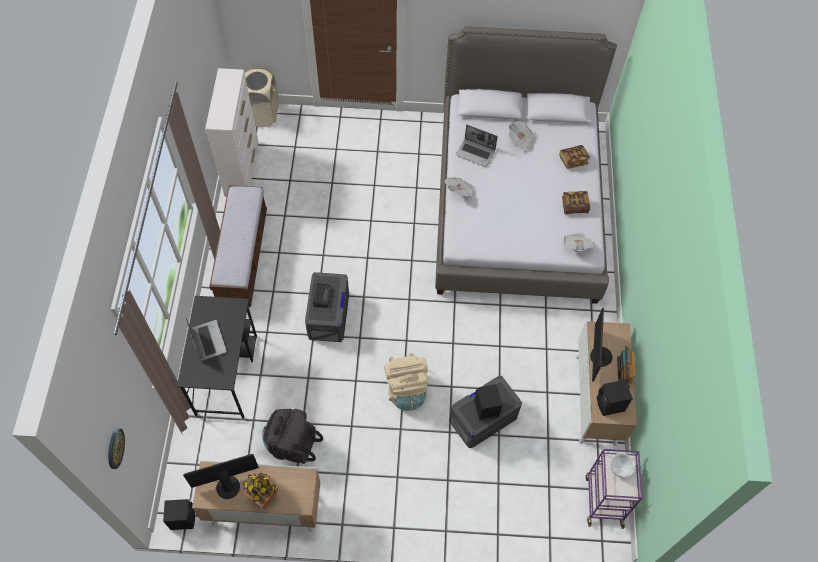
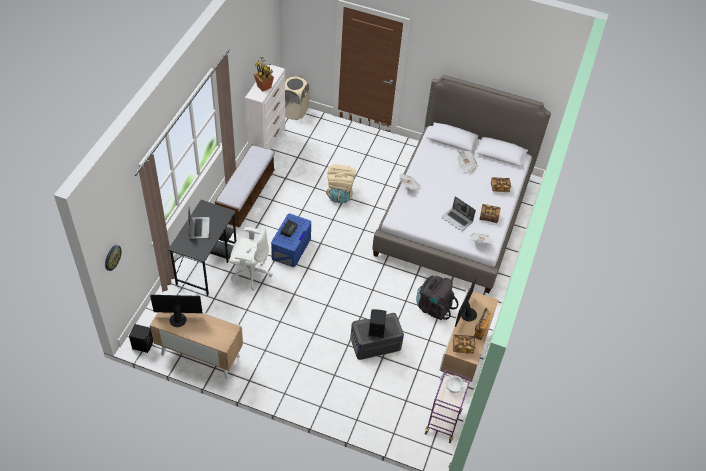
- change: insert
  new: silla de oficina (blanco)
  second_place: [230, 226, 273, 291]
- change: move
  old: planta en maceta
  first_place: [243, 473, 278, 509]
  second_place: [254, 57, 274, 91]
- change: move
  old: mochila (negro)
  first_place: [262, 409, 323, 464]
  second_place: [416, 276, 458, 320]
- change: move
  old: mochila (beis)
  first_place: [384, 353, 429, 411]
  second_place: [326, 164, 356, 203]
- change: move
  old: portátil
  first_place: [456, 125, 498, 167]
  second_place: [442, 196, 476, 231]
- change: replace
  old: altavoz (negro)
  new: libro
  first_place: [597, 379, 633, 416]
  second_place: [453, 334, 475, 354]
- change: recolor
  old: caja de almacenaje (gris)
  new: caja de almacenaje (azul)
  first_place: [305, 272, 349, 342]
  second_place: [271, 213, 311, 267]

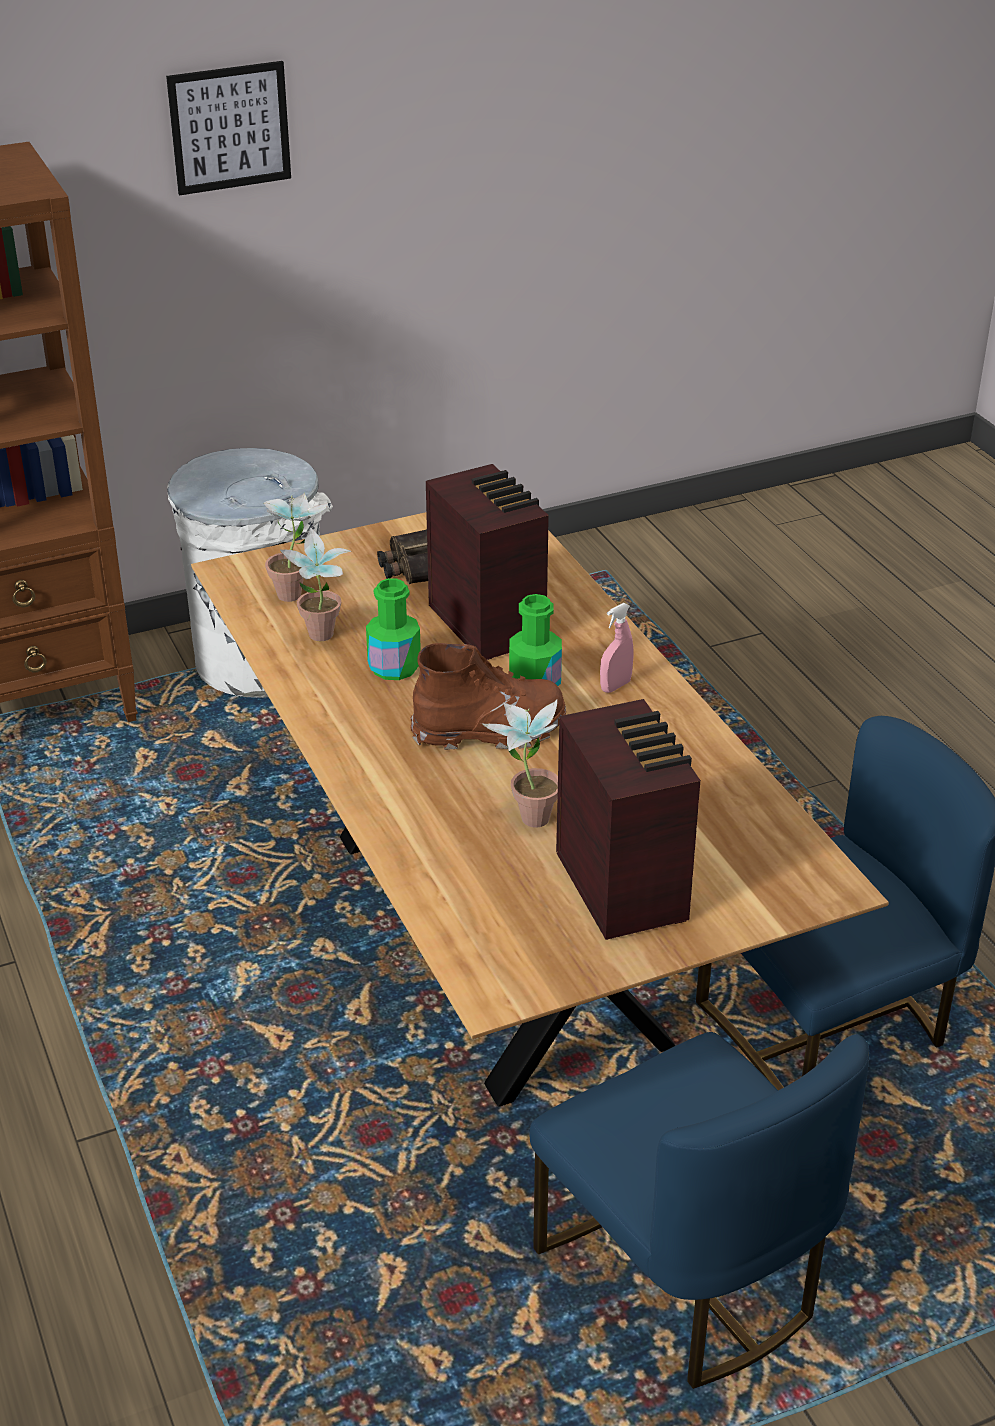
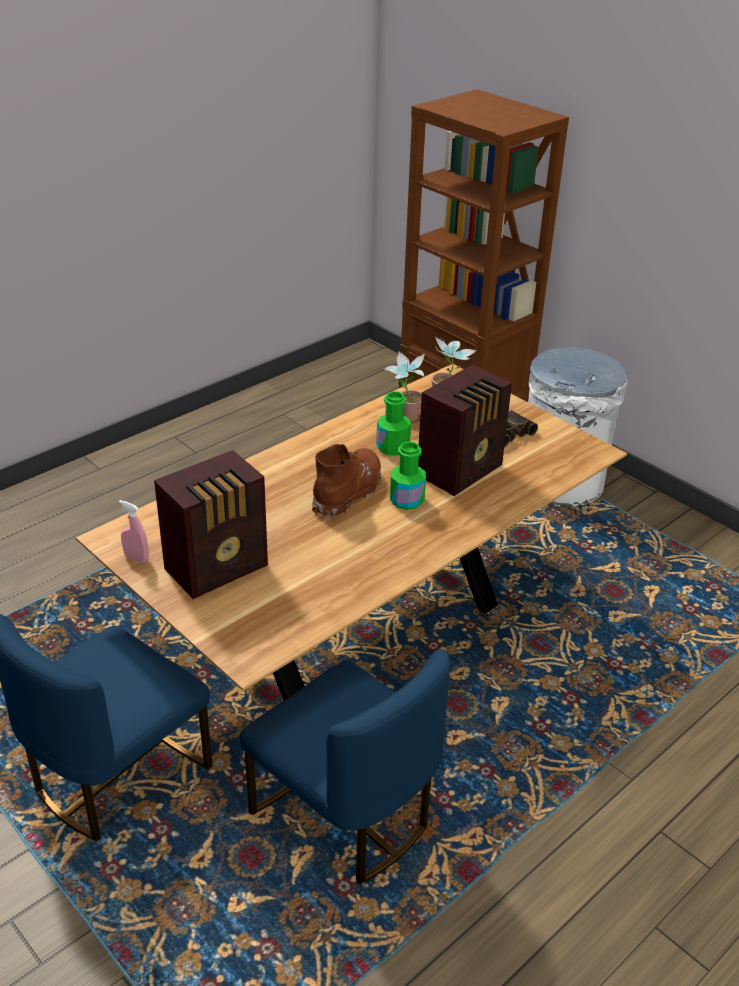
- change: delete
  old: cuadro
  first_place: [166, 61, 291, 195]
- change: delete
  old: planta en maceta
  first_place: [481, 700, 558, 828]
- change: move
  old: pulverizador (rosa)
  first_place: [600, 603, 634, 693]
  second_place: [119, 500, 149, 563]
- change: rotate
  old: bota (marrón)
  first_place: [410, 643, 566, 750]
  second_place: [312, 444, 381, 519]
  degrees: -120

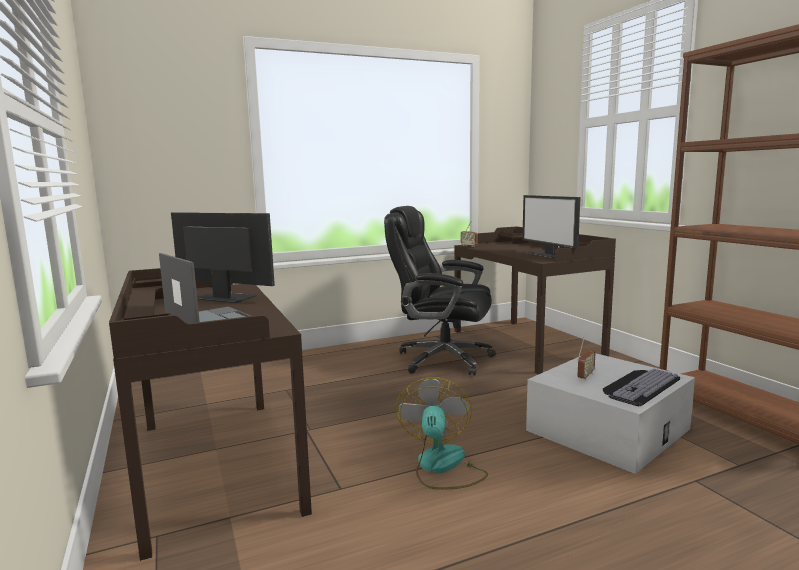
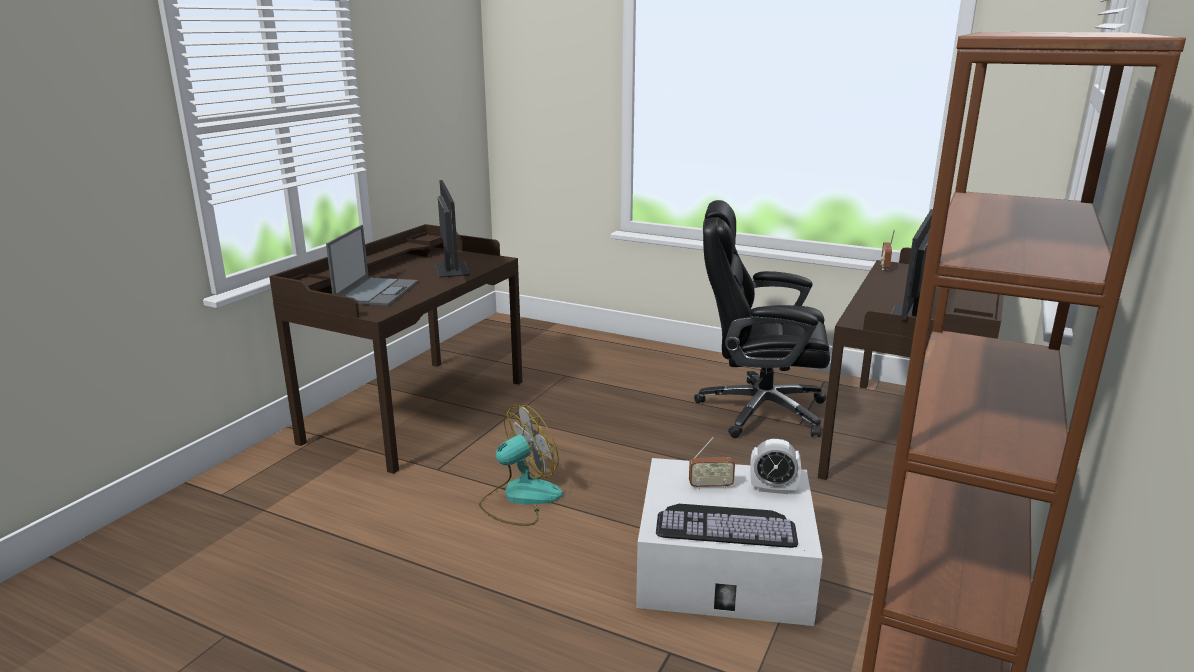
- change: insert
  new: despertador
  second_place: [750, 439, 801, 494]
- change: rotate
  old: silla de oficina (negro)
  first_place: [384, 206, 496, 376]
  second_place: [694, 200, 830, 438]
  degrees: -60

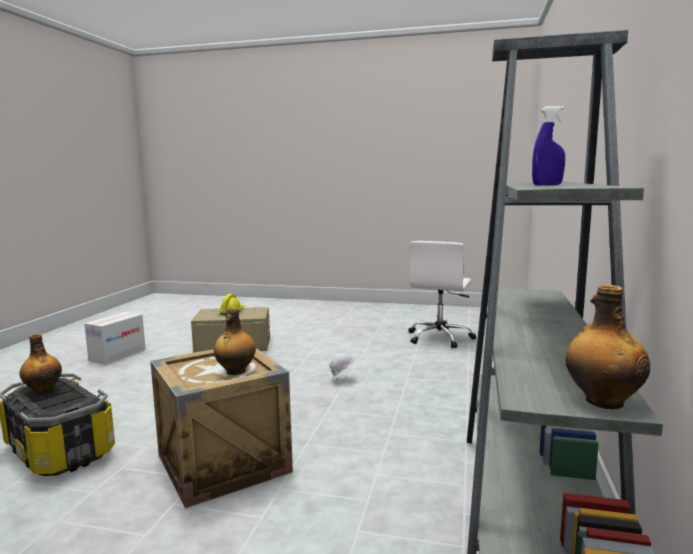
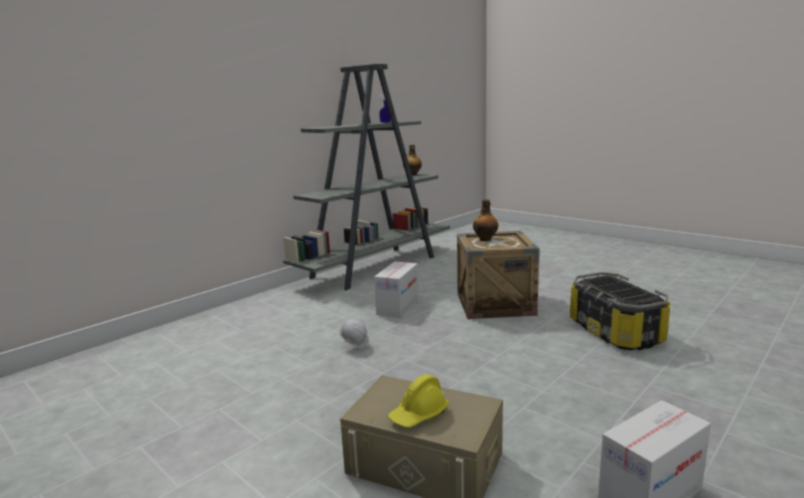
- change: delete
  old: botella
  first_place: [20, 334, 62, 394]
- change: delete
  old: silla de oficina (blanco)
  first_place: [408, 241, 476, 348]
- change: insert
  new: caja de cartón
  second_place: [374, 261, 419, 318]

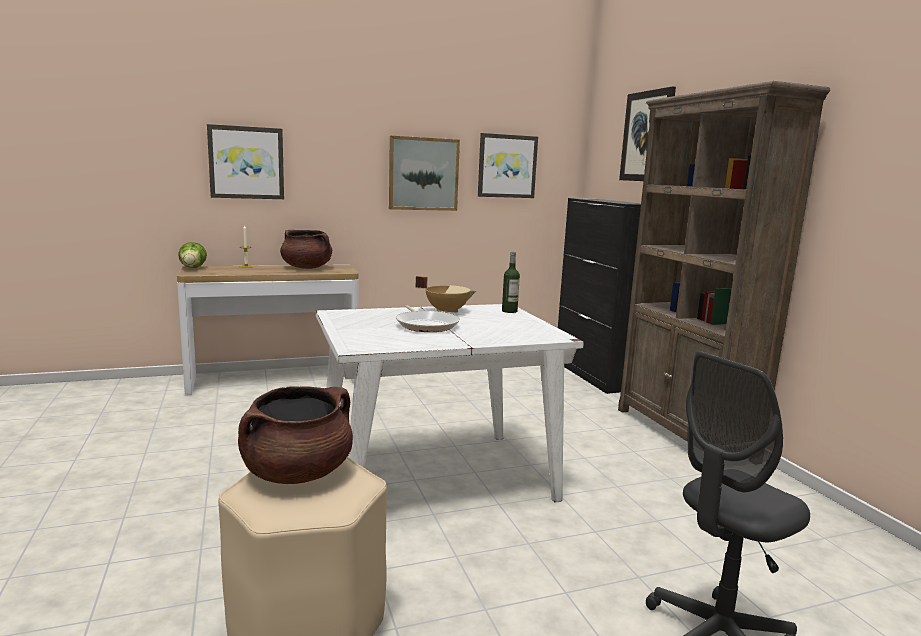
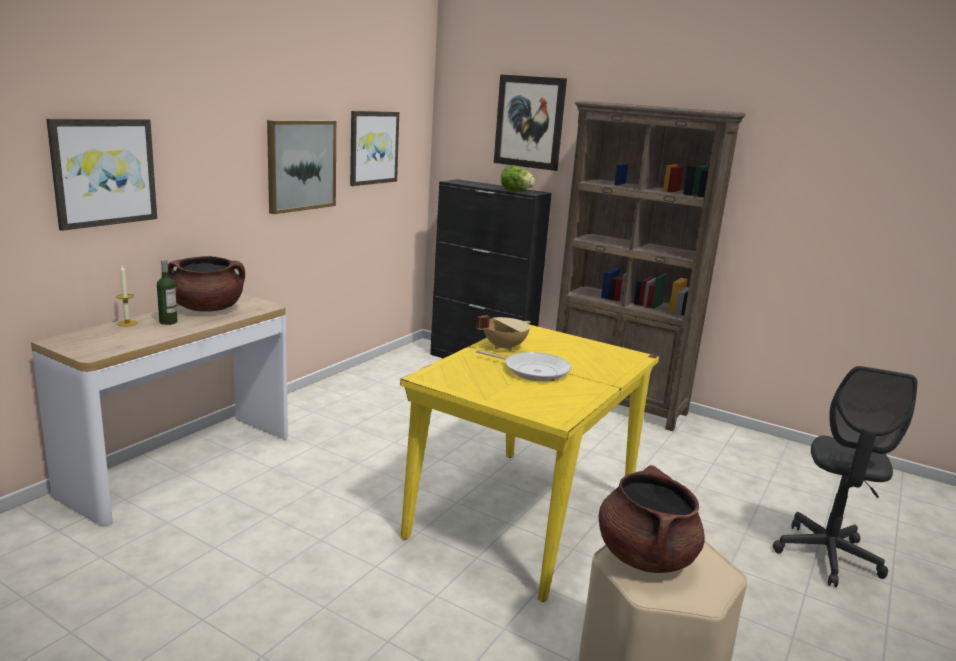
- change: move
  old: lechuga
  first_place: [178, 242, 207, 268]
  second_place: [501, 165, 536, 191]
- change: move
  old: botella
  first_place: [502, 252, 520, 313]
  second_place: [157, 260, 178, 325]
- change: recolor
  old: mesa de comedor (blanco)
  new: mesa de comedor (amarillo)
  first_place: [316, 304, 584, 502]
  second_place: [400, 325, 659, 602]

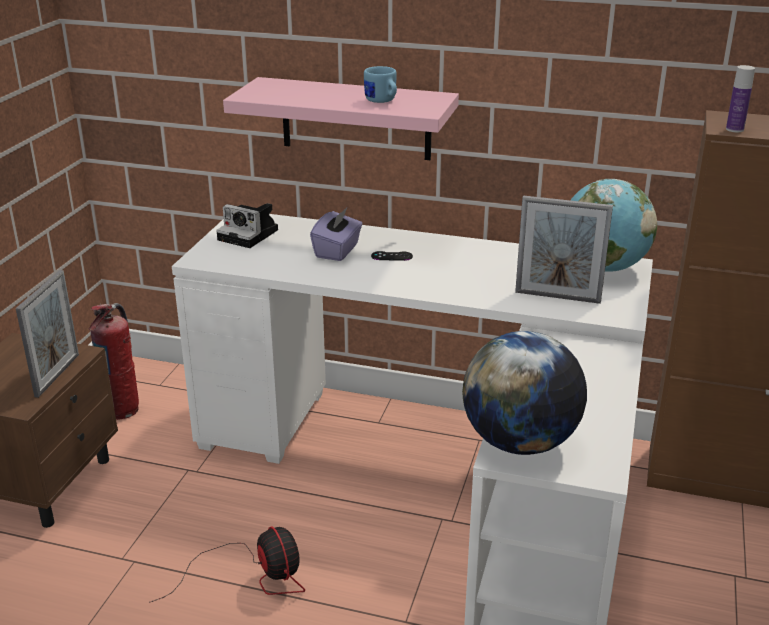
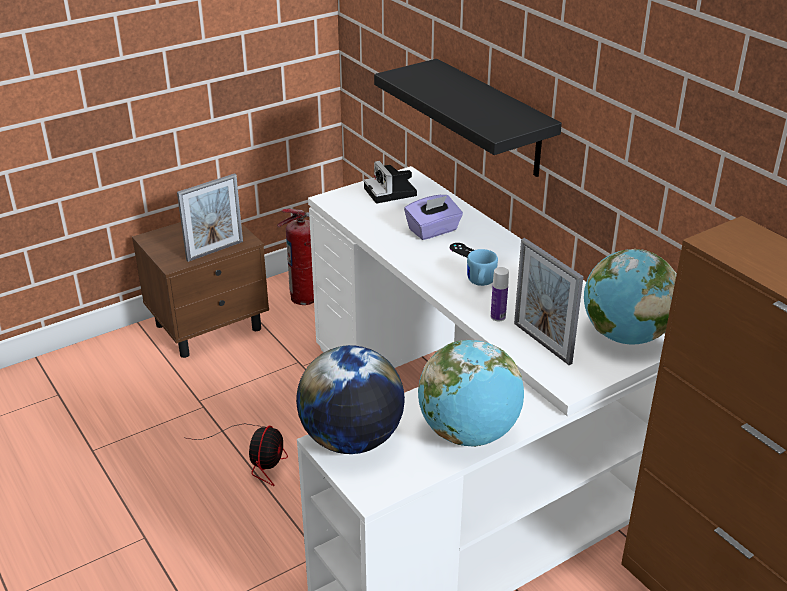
- change: insert
  new: globo terráqueo
  second_place: [418, 340, 524, 447]
- change: move
  old: taza grande (azul)
  first_place: [364, 66, 397, 103]
  second_place: [467, 249, 498, 286]
- change: move
  old: botella
  first_place: [726, 65, 755, 132]
  second_place: [491, 267, 509, 321]
- change: recolor
  old: estante (rosa)
  new: estante (negro)
  first_place: [223, 77, 459, 160]
  second_place: [374, 59, 562, 177]

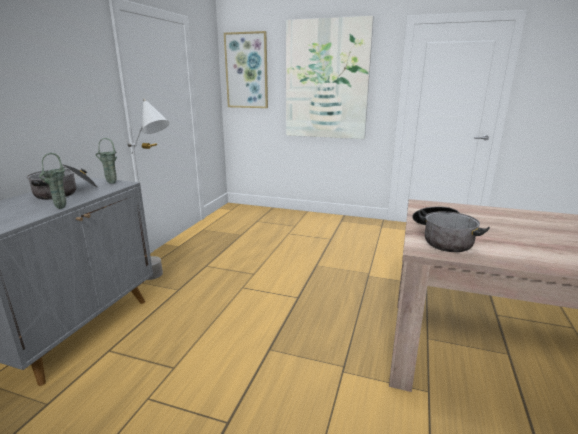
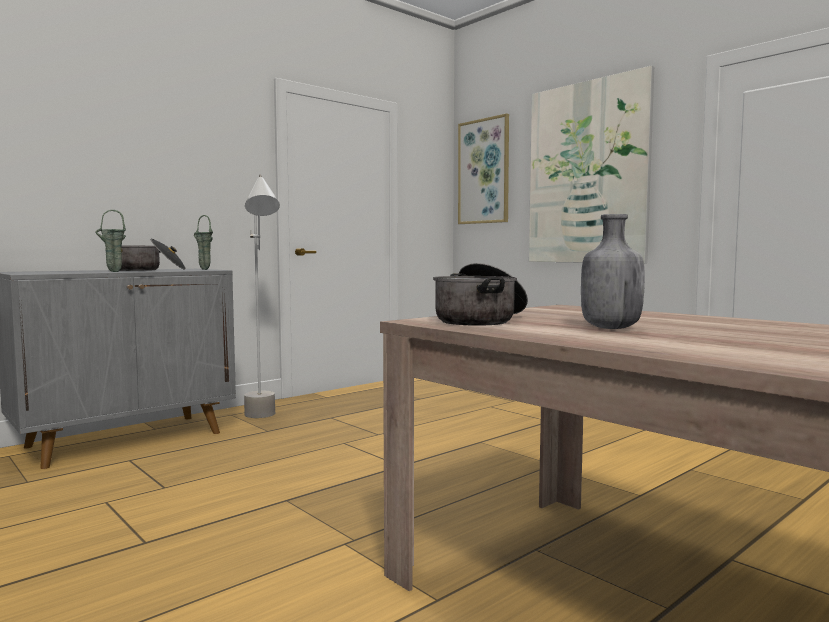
- change: insert
  new: botella (gris)
  second_place: [581, 214, 645, 329]

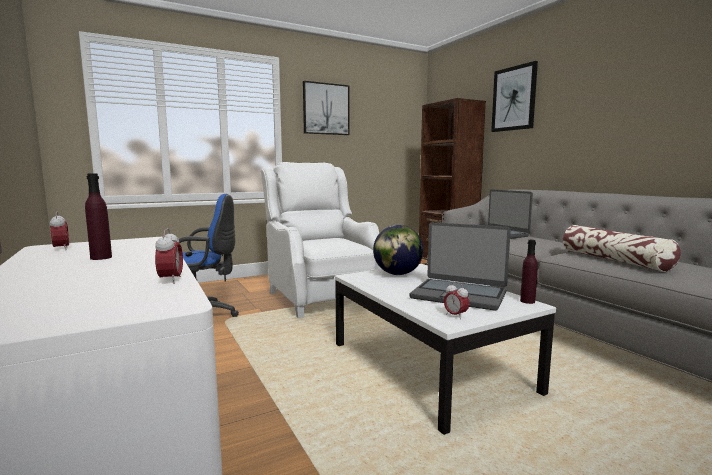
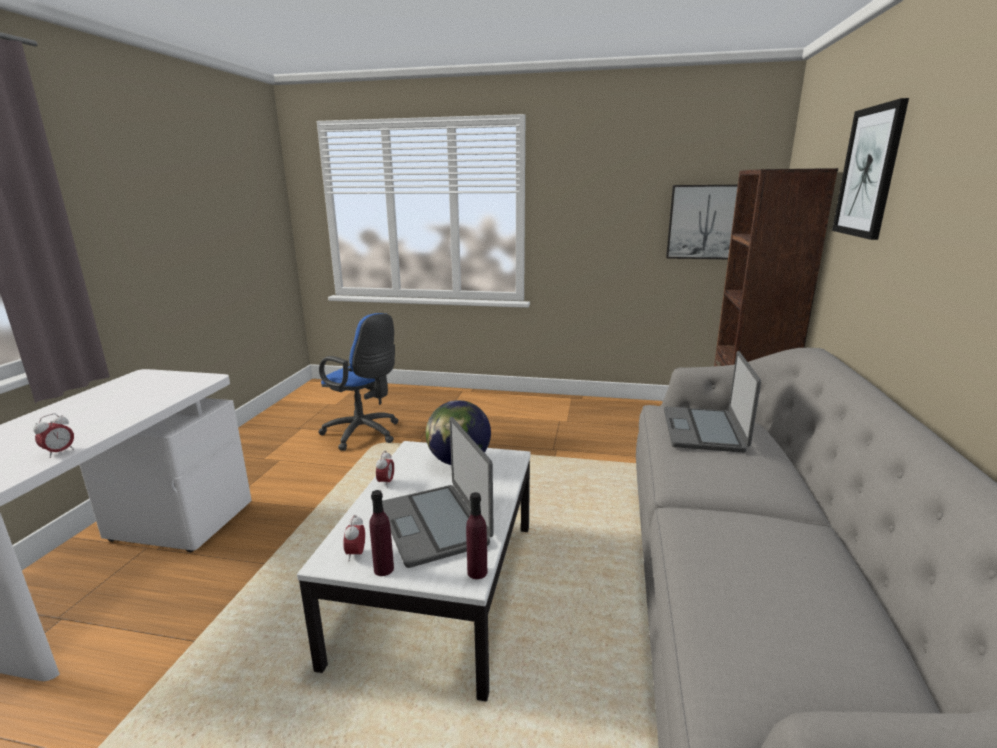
- change: delete
  old: sillón (blanco)
  first_place: [260, 162, 381, 318]
- change: delete
  old: cojín
  first_place: [563, 225, 681, 272]
- change: move
  old: despertador
  first_place: [50, 212, 69, 249]
  second_place: [376, 451, 394, 488]
- change: move
  old: botella (morado)
  first_place: [85, 173, 112, 260]
  second_place: [369, 490, 394, 576]
- change: move
  old: cuadro
  first_place: [303, 81, 350, 135]
  second_place: [666, 185, 738, 259]

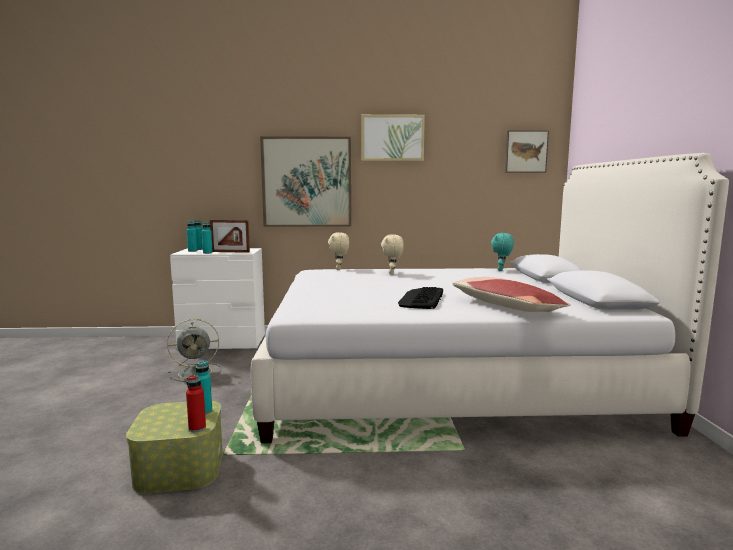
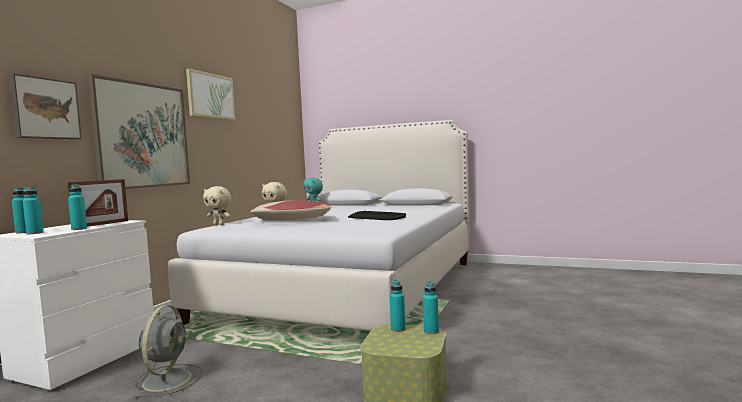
- change: move
  old: cojín
  first_place: [452, 277, 570, 312]
  second_place: [250, 200, 332, 220]
- change: move
  old: cuadro
  first_place: [505, 130, 549, 173]
  second_place: [9, 74, 82, 139]
- change: recolor
  old: botella (rojo)
  new: botella (turquesa)
  first_place: [186, 375, 206, 432]
  second_place: [423, 282, 439, 334]

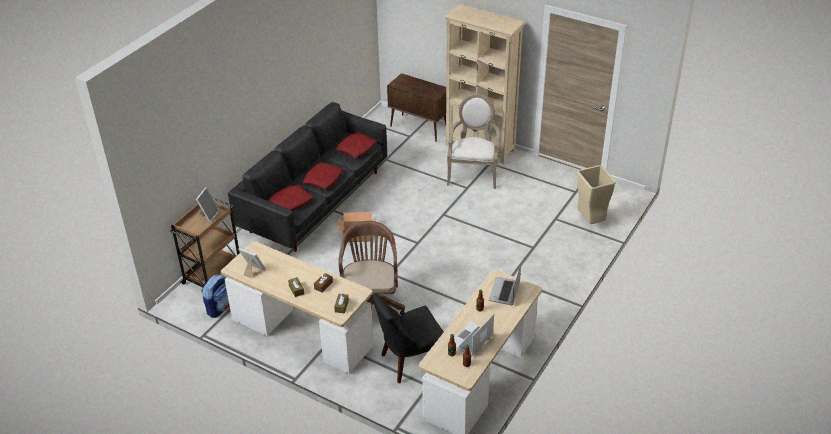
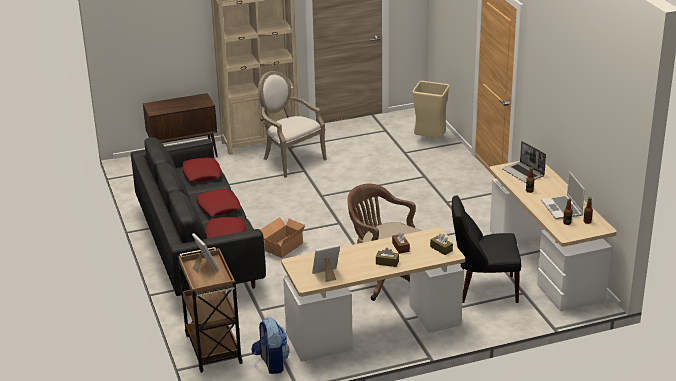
- change: rotate
  old: silla (negro)
  first_place: [373, 293, 444, 383]
  second_place: [452, 195, 521, 303]
  degrees: 75

